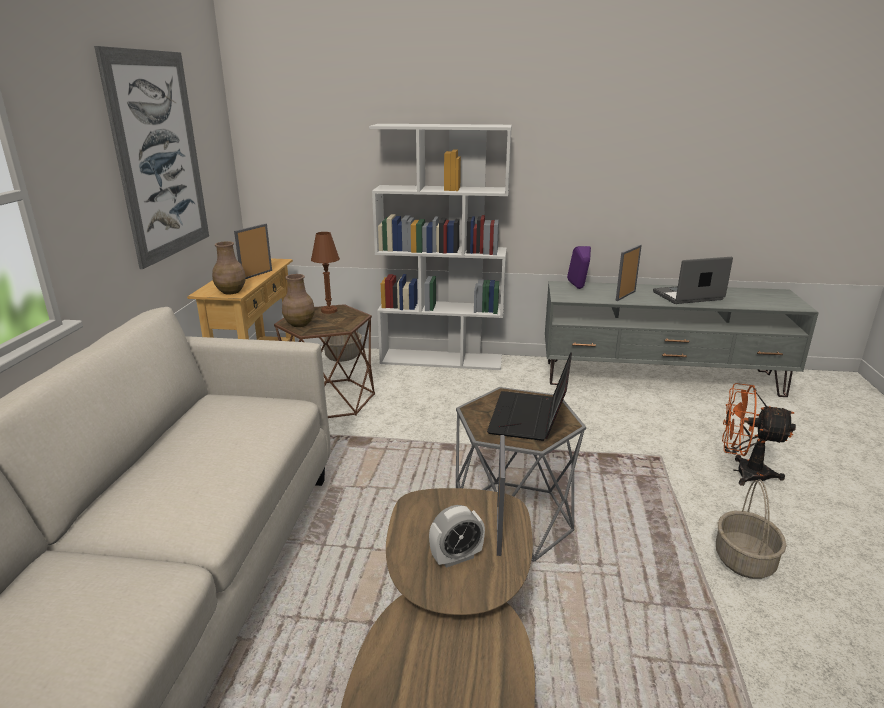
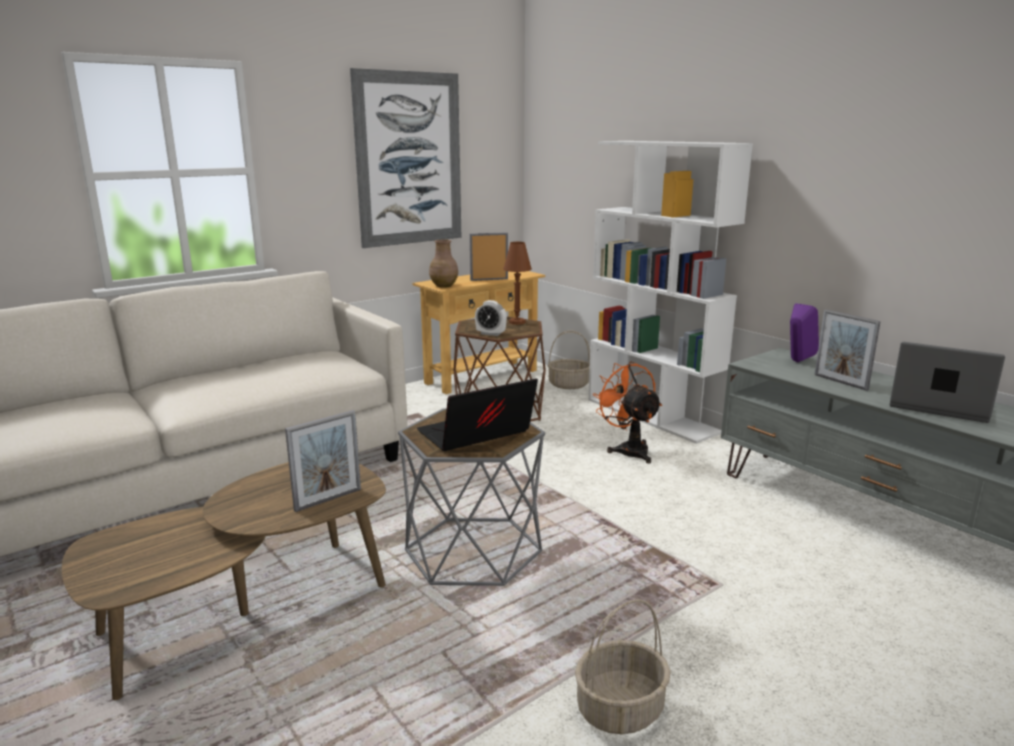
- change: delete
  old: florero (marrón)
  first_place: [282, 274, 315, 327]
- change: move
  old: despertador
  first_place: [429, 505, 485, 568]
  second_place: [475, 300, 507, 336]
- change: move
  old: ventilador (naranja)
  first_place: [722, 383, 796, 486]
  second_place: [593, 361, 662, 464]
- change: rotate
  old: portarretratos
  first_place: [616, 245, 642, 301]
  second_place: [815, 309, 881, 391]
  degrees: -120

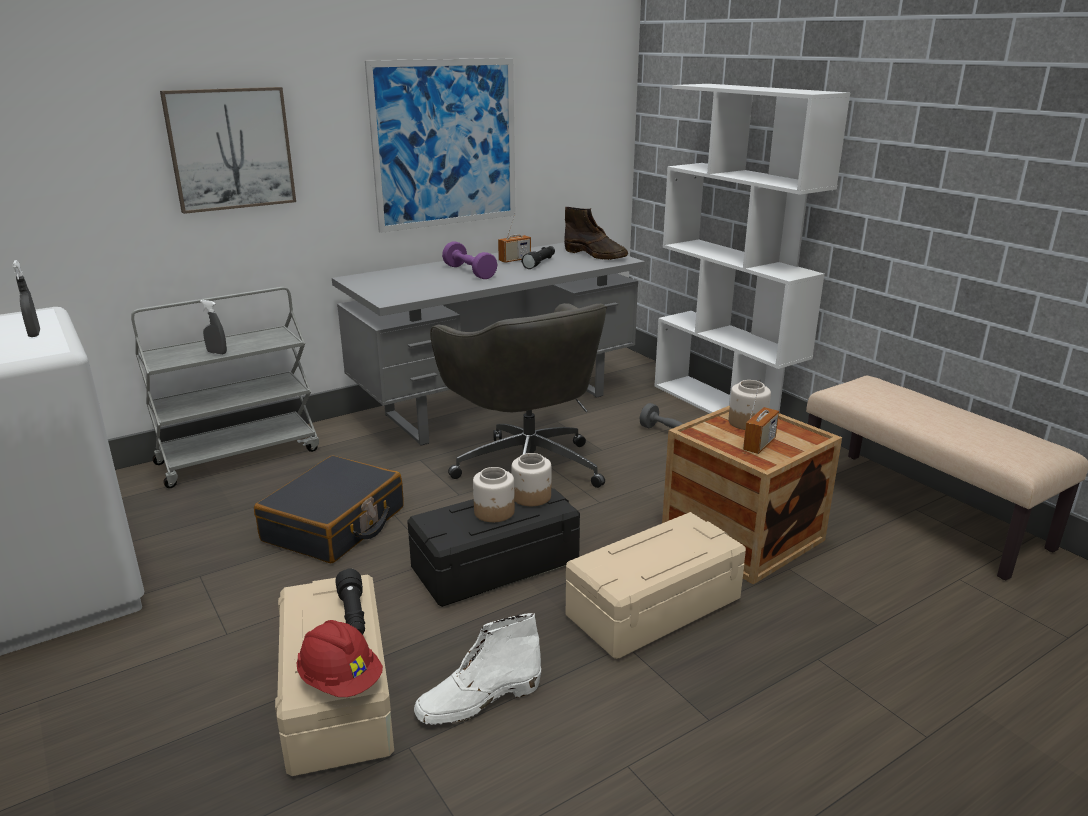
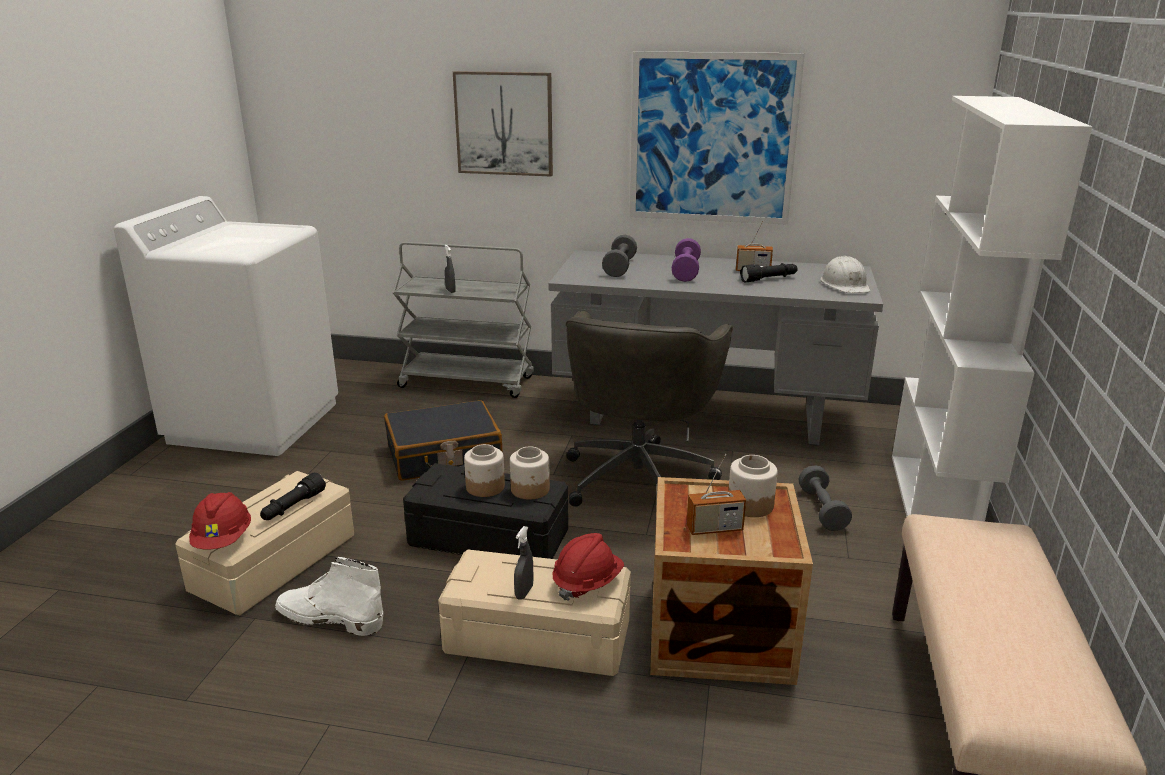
- change: insert
  new: casco (rojo)
  second_place: [553, 533, 624, 601]
- change: insert
  new: mancuerna (gris)
  second_place: [602, 235, 637, 277]
- change: move
  old: pulverizador (gris)
  first_place: [13, 260, 40, 337]
  second_place: [514, 526, 534, 600]
- change: replace
  old: bota (marrón)
  new: casco (blanco)
  first_place: [564, 207, 628, 260]
  second_place: [820, 256, 870, 293]

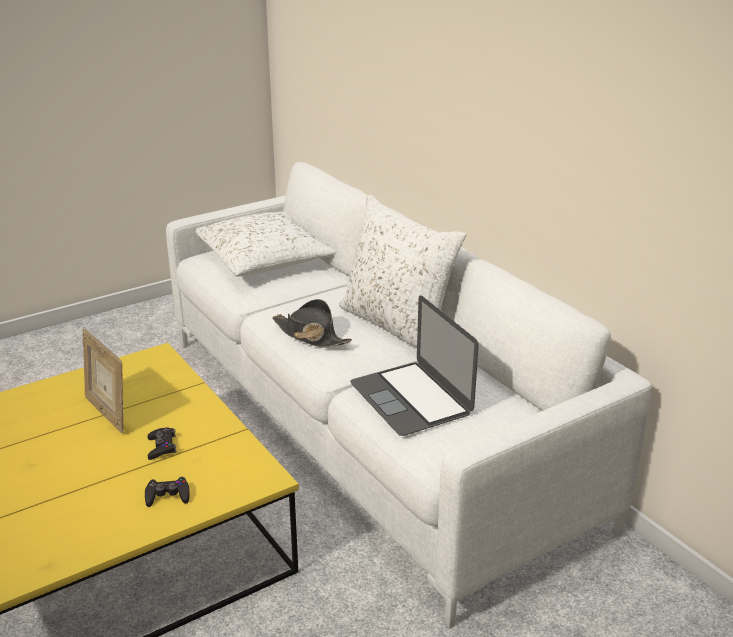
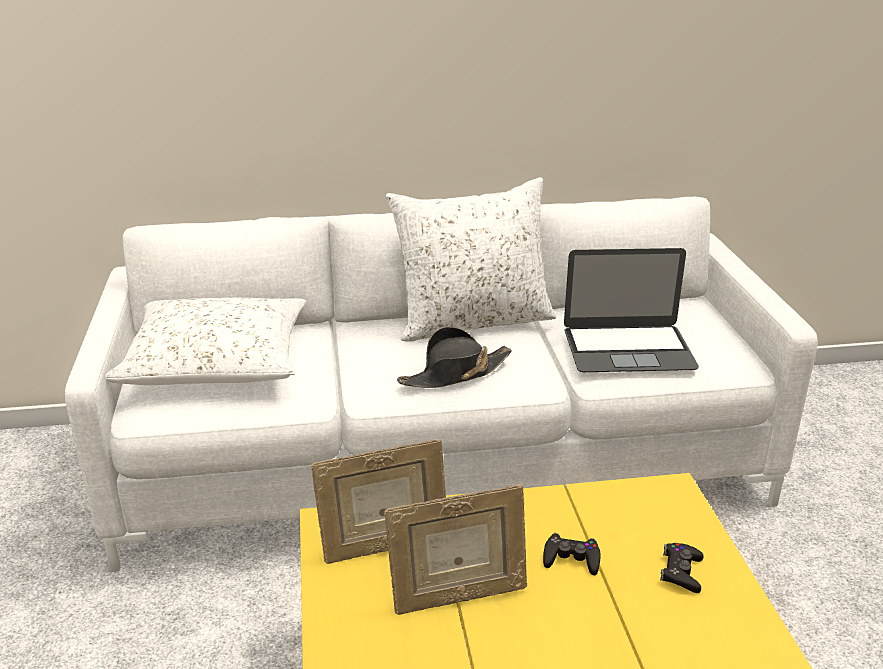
- change: insert
  new: portarretratos
  second_place: [311, 439, 446, 564]

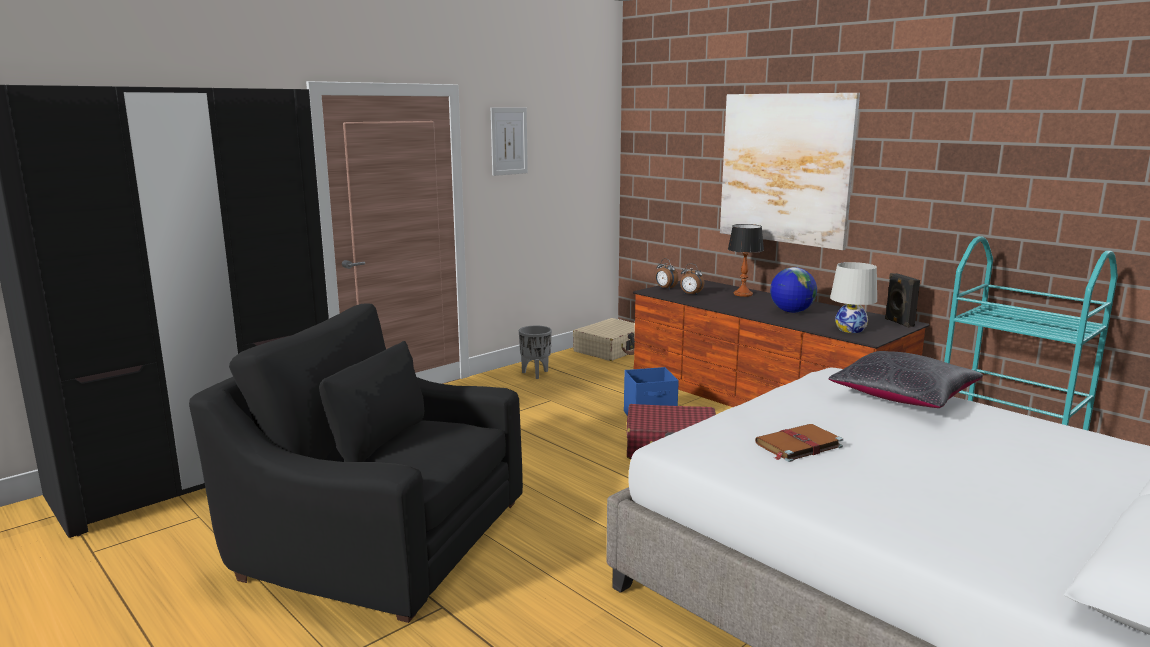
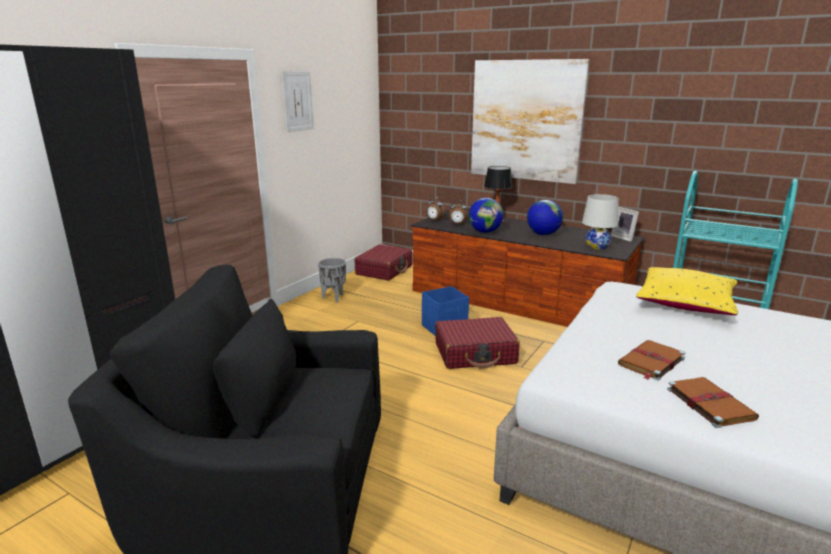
- change: insert
  new: globo terráqueo
  second_place: [469, 198, 504, 233]
- change: insert
  new: libro (marrón)
  second_place: [667, 377, 759, 428]
- change: replace
  old: altavoz (negro)
  new: portarretratos
  first_place: [885, 273, 920, 328]
  second_place: [611, 207, 639, 242]
- change: recolor
  old: maleta (beis)
  new: maleta (rojo)
  first_place: [573, 318, 635, 361]
  second_place: [354, 244, 412, 280]
- change: recolor
  old: cojín (negro)
  new: cojín (amarillo)
  first_place: [828, 351, 983, 408]
  second_place: [636, 267, 738, 315]

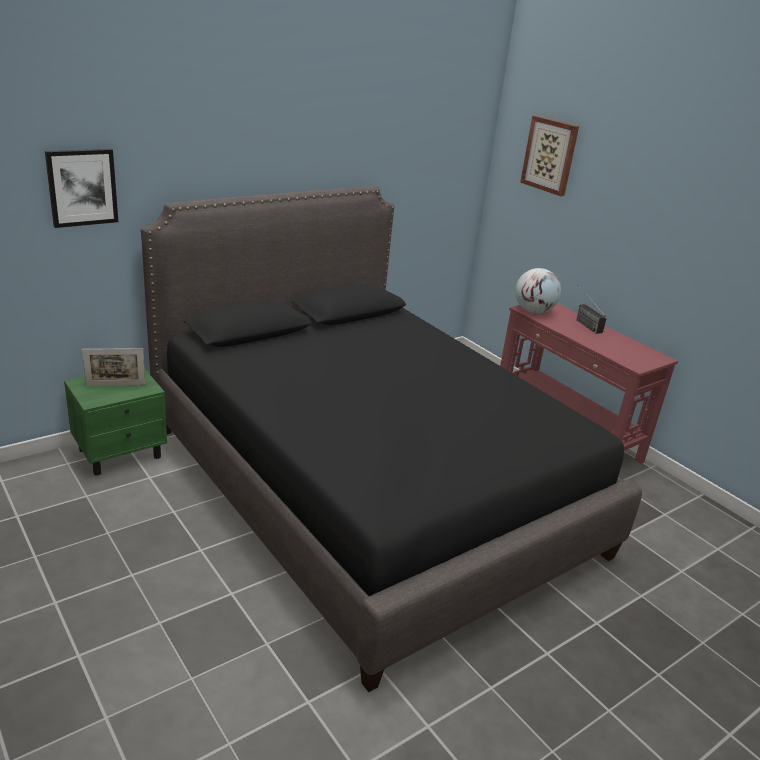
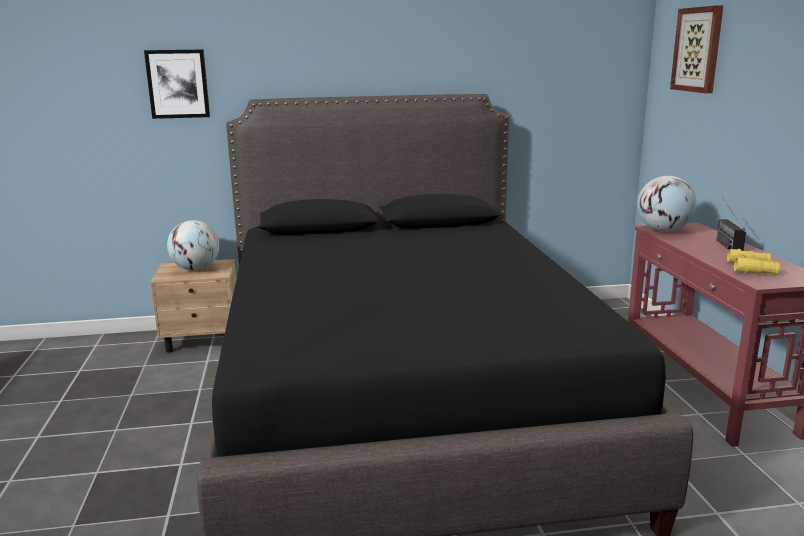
- change: insert
  new: prismáticos (amarillo)
  second_place: [727, 249, 780, 275]
- change: replace
  old: portarretratos
  new: globo terráqueo
  first_place: [82, 348, 145, 386]
  second_place: [167, 220, 219, 271]
- change: recolor
  old: mesita de noche (verde)
  new: mesita de noche (beis)
  first_place: [64, 368, 167, 476]
  second_place: [150, 259, 236, 353]

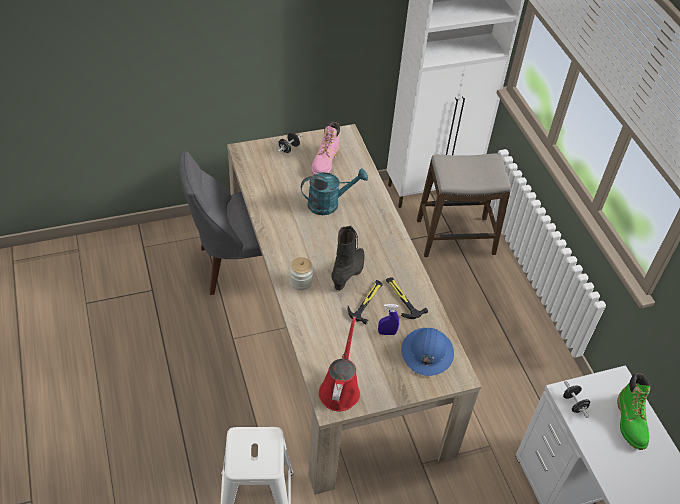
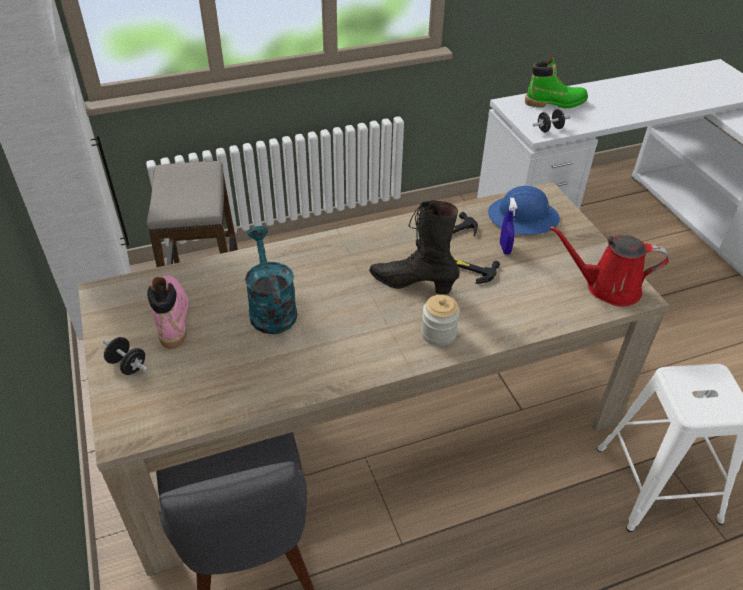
- change: rotate
  old: bota (rosa)
  first_place: [312, 122, 340, 175]
  second_place: [147, 275, 189, 349]
  degrees: -120

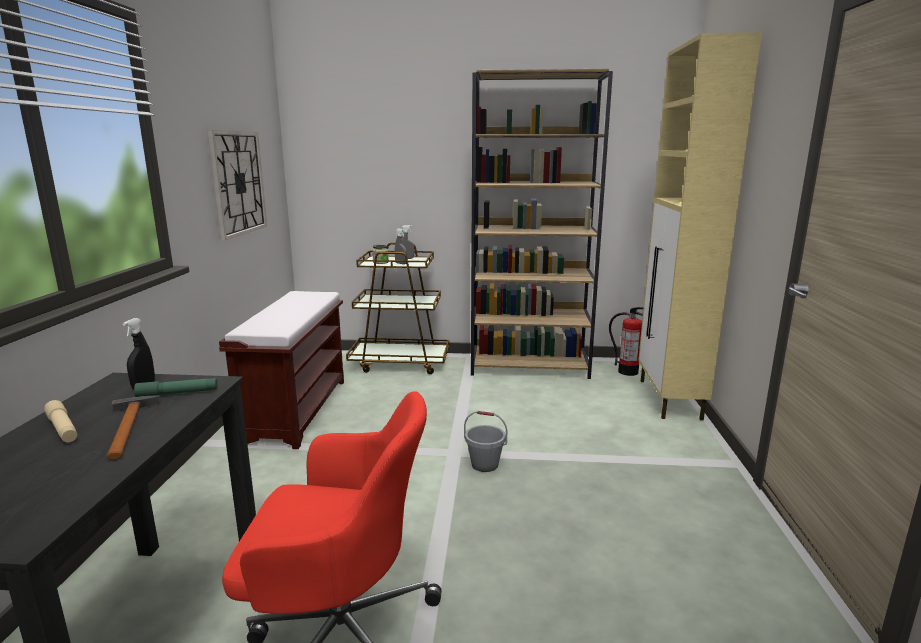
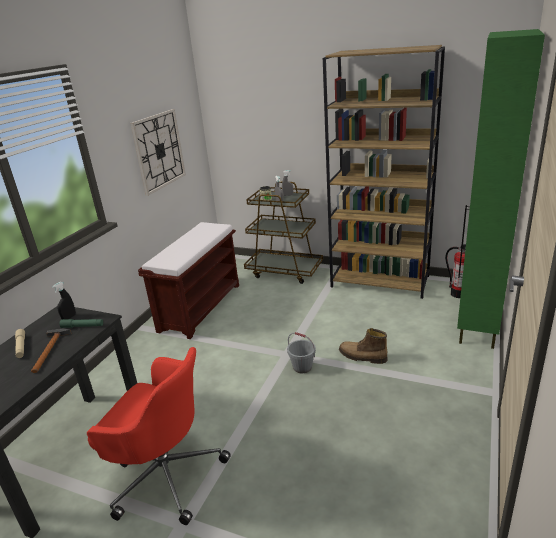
- change: insert
  new: bota
  second_place: [339, 328, 388, 364]
- change: recolor
  old: armario (beis)
  new: armario (verde)
  first_place: [638, 32, 762, 420]
  second_place: [457, 29, 545, 349]

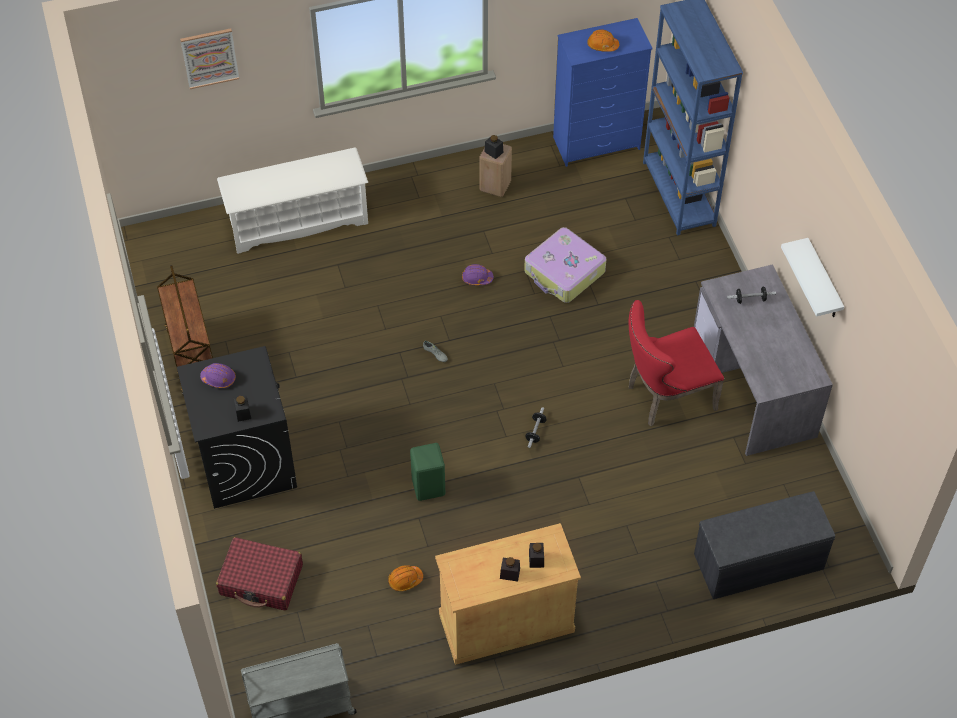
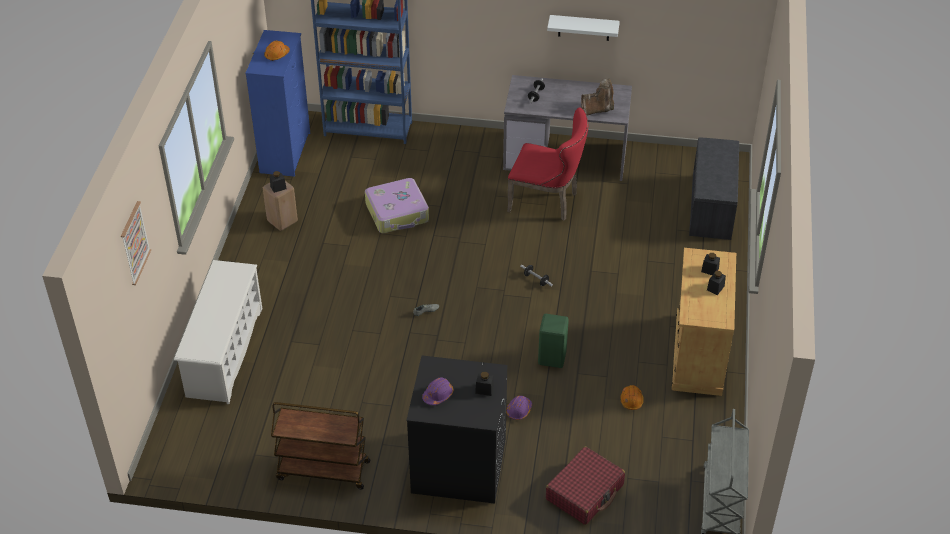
- change: insert
  new: bota (marrón)
  second_place: [581, 78, 614, 116]
- change: move
  old: casco (morado)
  first_place: [462, 264, 494, 286]
  second_place: [506, 396, 532, 420]
- change: rotate
  old: silla (rojo)
  first_place: [629, 300, 724, 426]
  second_place: [507, 107, 588, 221]
  degrees: -75

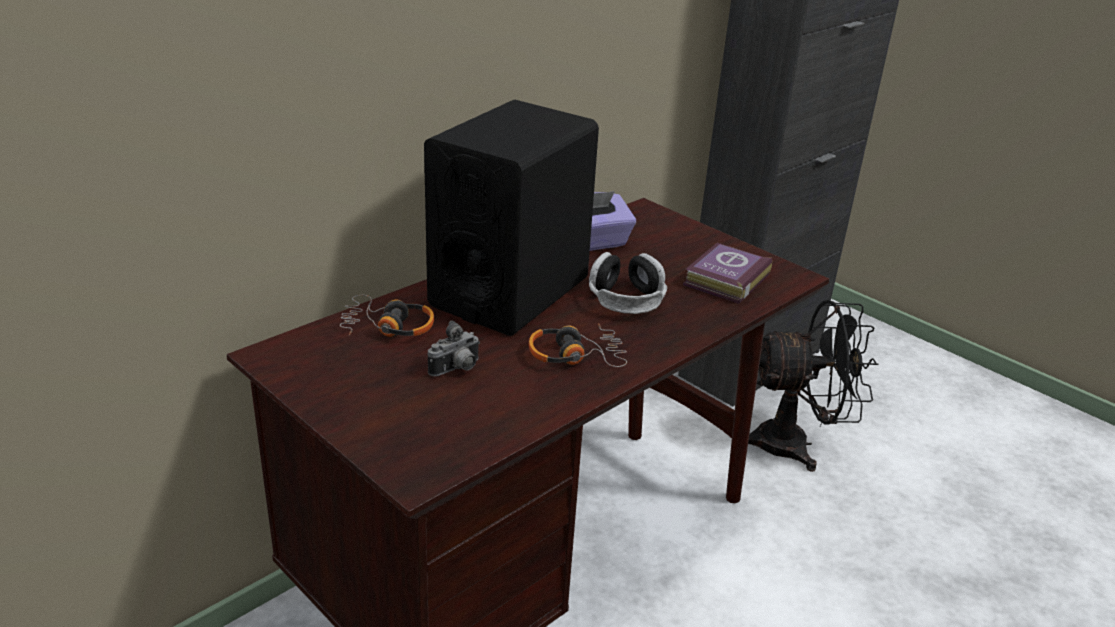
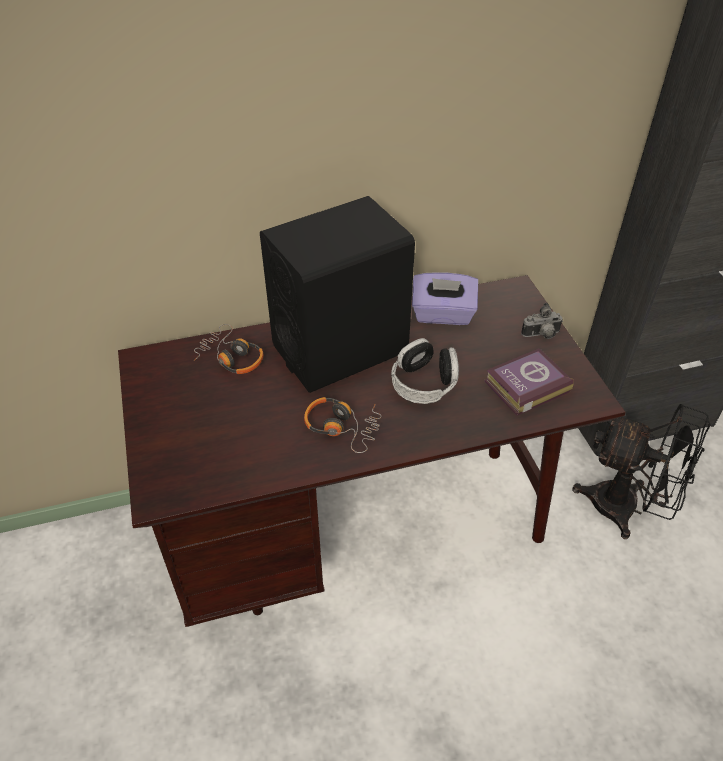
- change: move
  old: cámara
  first_place: [428, 320, 480, 376]
  second_place: [521, 303, 563, 339]

